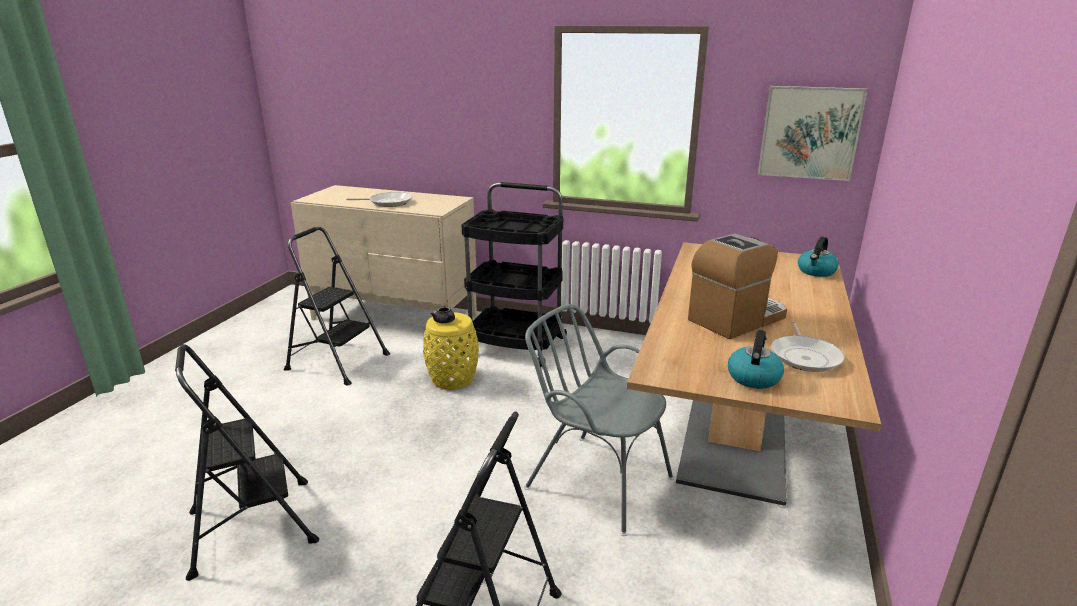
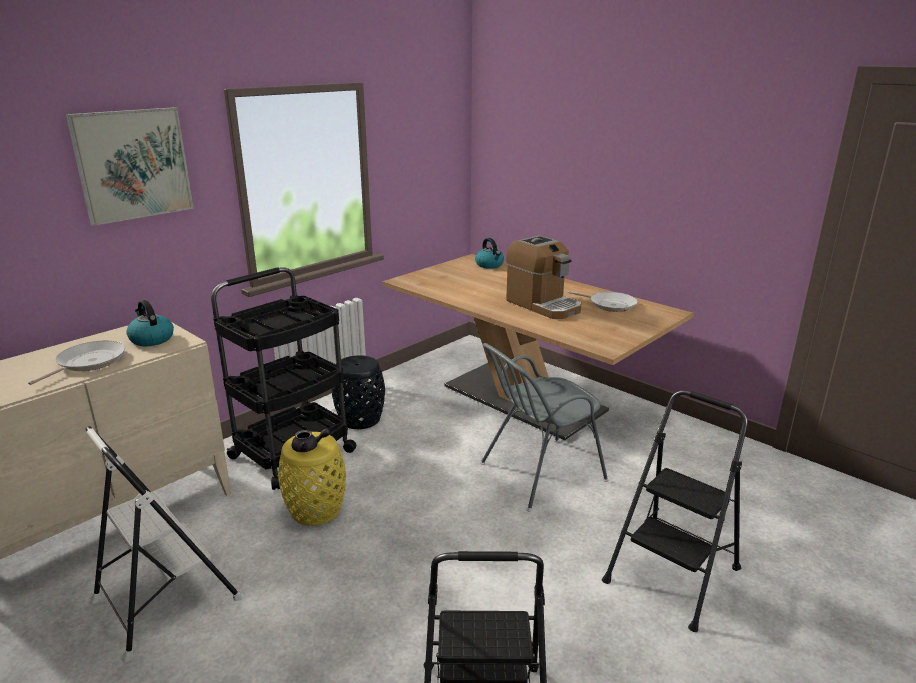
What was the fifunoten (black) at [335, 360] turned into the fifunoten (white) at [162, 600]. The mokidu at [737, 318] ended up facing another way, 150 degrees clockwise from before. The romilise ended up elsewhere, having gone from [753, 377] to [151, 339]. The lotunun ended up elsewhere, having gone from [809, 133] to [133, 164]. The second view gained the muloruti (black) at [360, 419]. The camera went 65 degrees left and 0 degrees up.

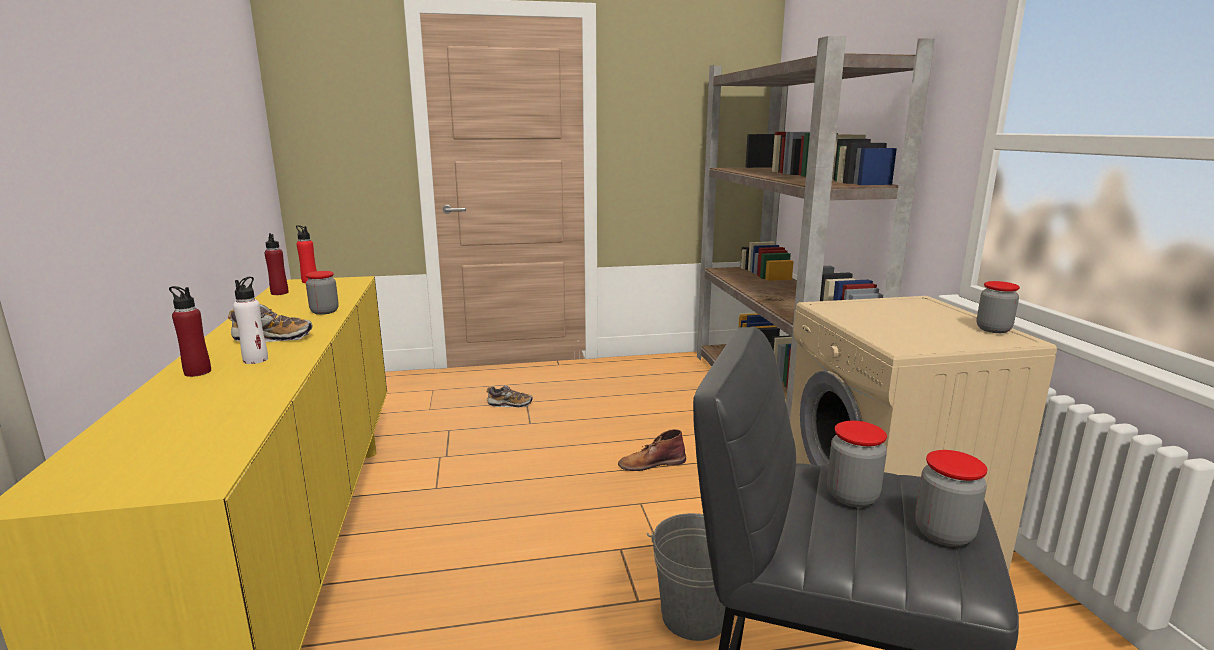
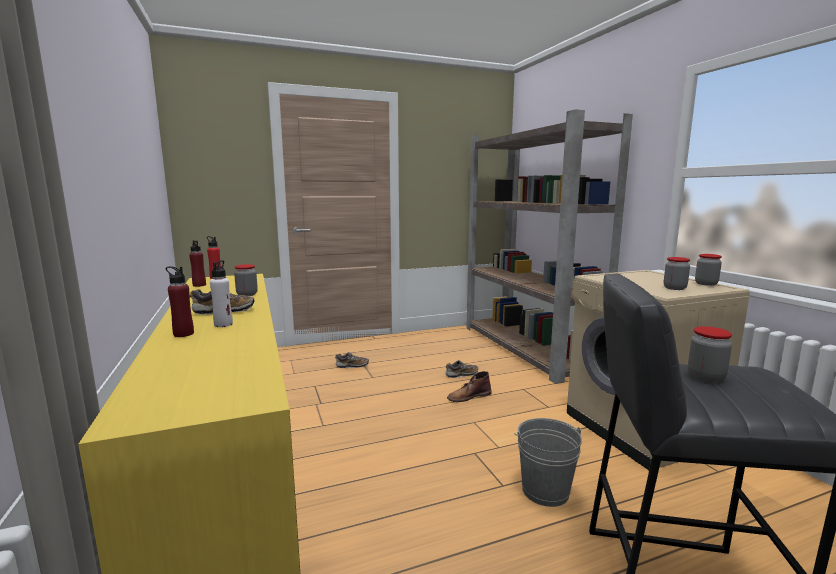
The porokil ended up elsewhere, having gone from [943, 533] to [674, 288]. The second view gained the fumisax at [461, 375]. The camera went 10 degrees left and 5 degrees down.

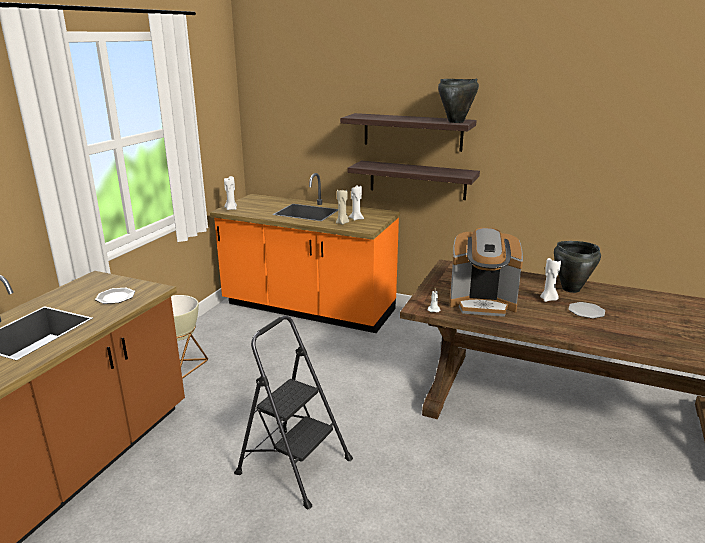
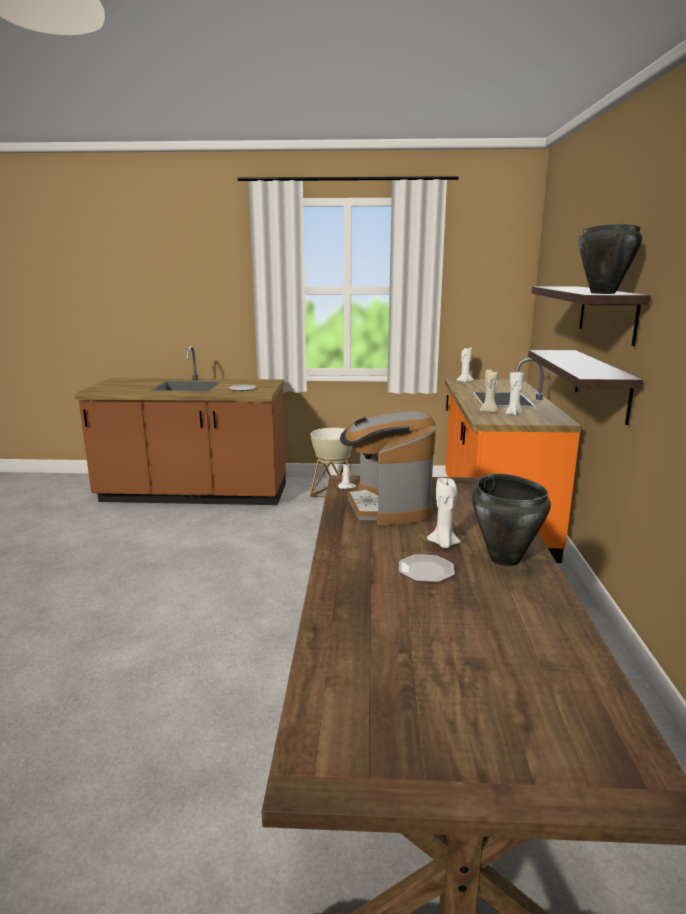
The second view lost the fifunoten (black) at [291, 464]. The camera went 70 degrees right and 5 degrees down.

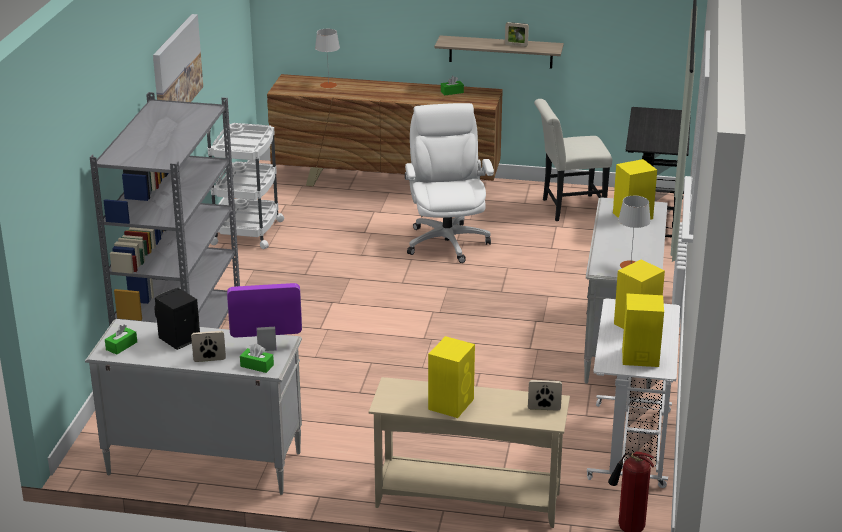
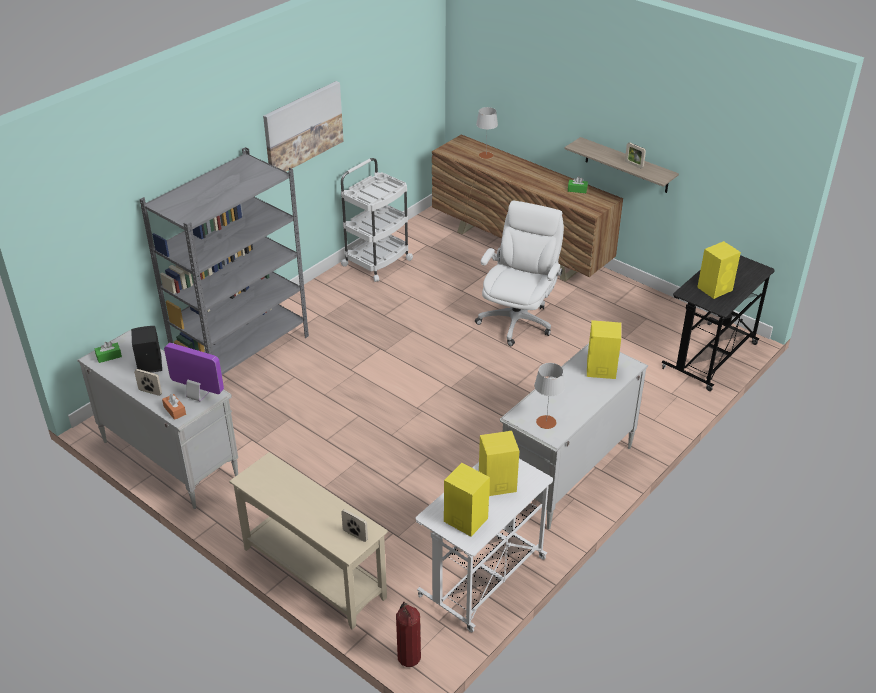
What was the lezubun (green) at [257, 366] turned into the lezubun (orange) at [174, 410]. The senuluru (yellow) ended up elsewhere, having gone from [451, 403] to [715, 288]. The second view lost the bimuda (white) at [568, 208]. The camera went 30 degrees right and 10 degrees up.

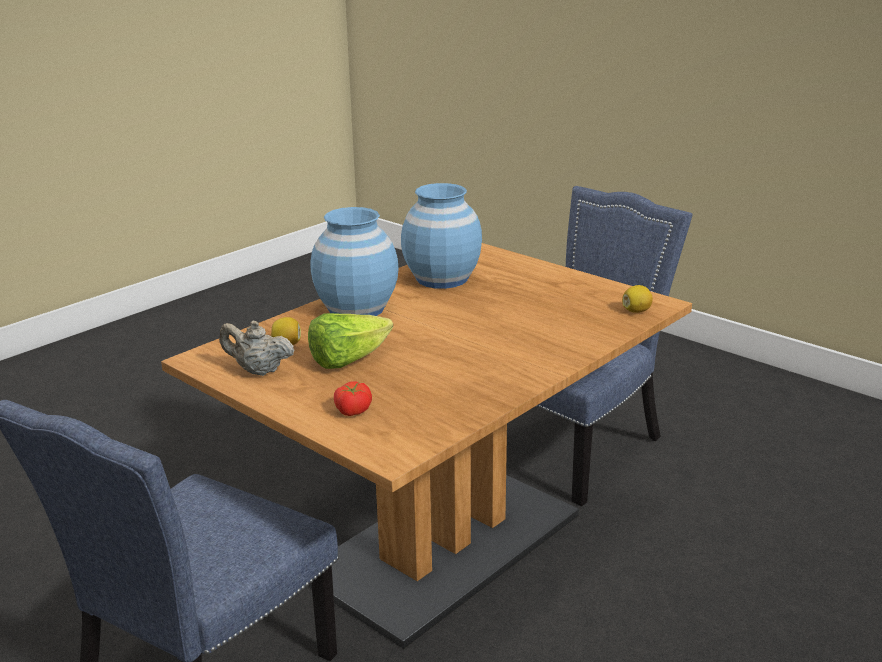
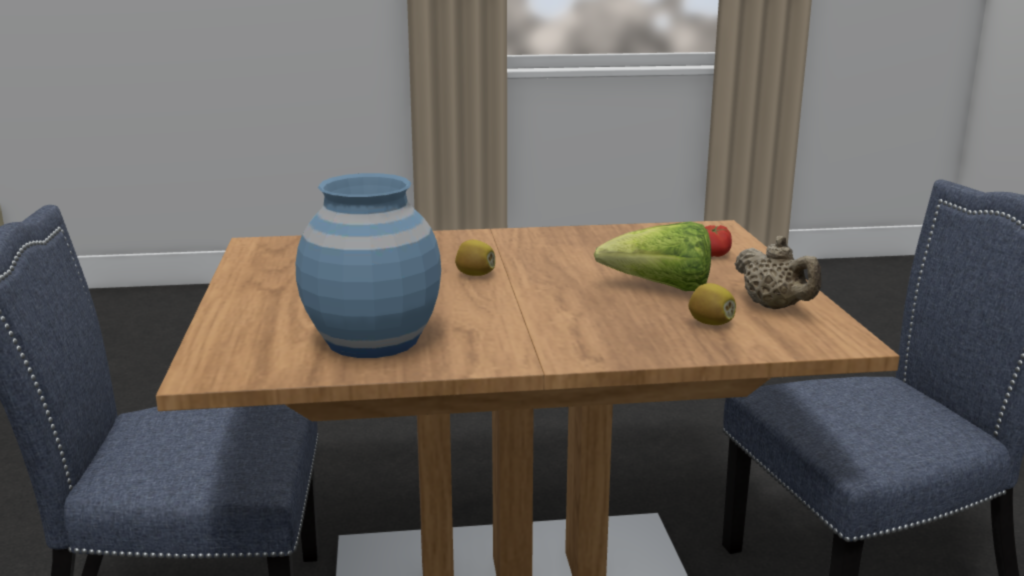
The second view lost the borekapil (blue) at [357, 309]. The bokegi ended up elsewhere, having gone from [636, 311] to [475, 275]. The camera went 140 degrees left and 5 degrees down.

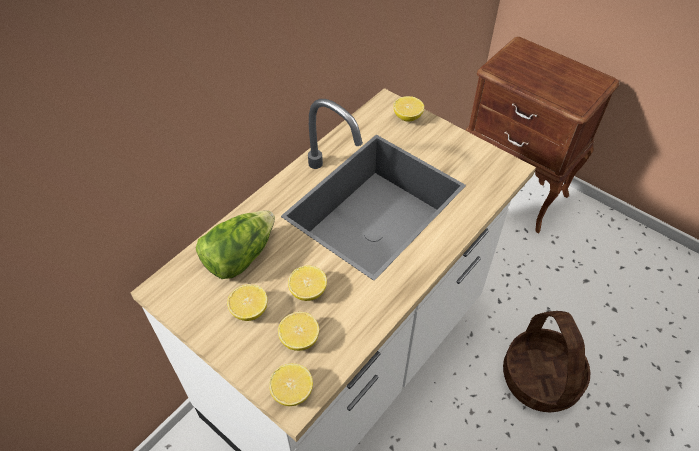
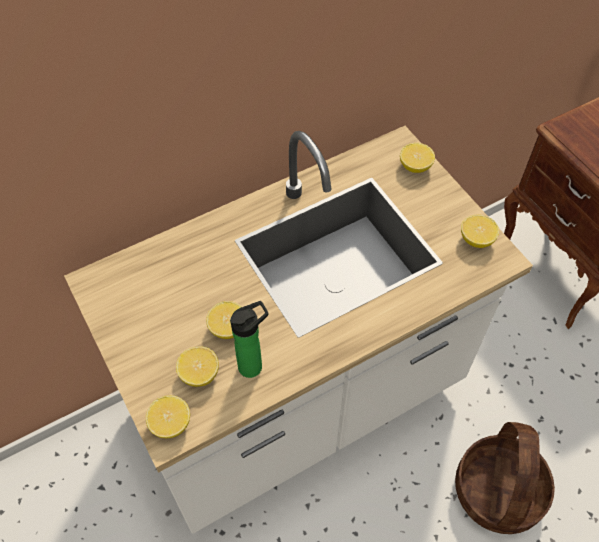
The second view lost the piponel at [239, 256]. The bokegi ended up elsewhere, having gone from [249, 310] to [476, 239]. The second view gained the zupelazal at [253, 365]. The camera went 20 degrees right and 5 degrees up.

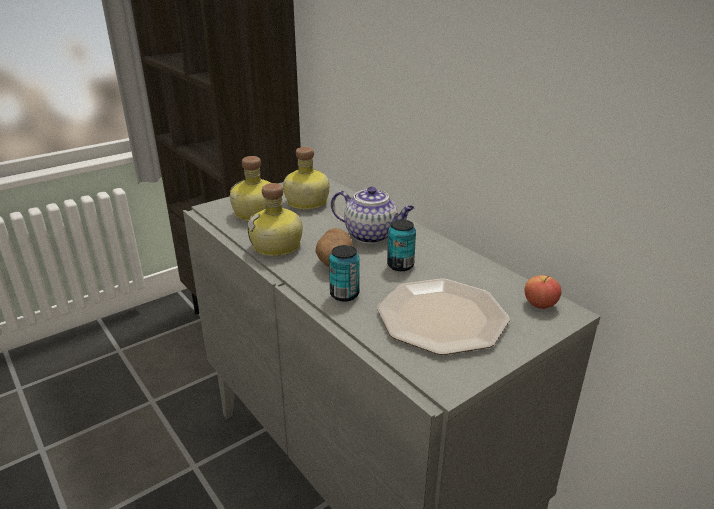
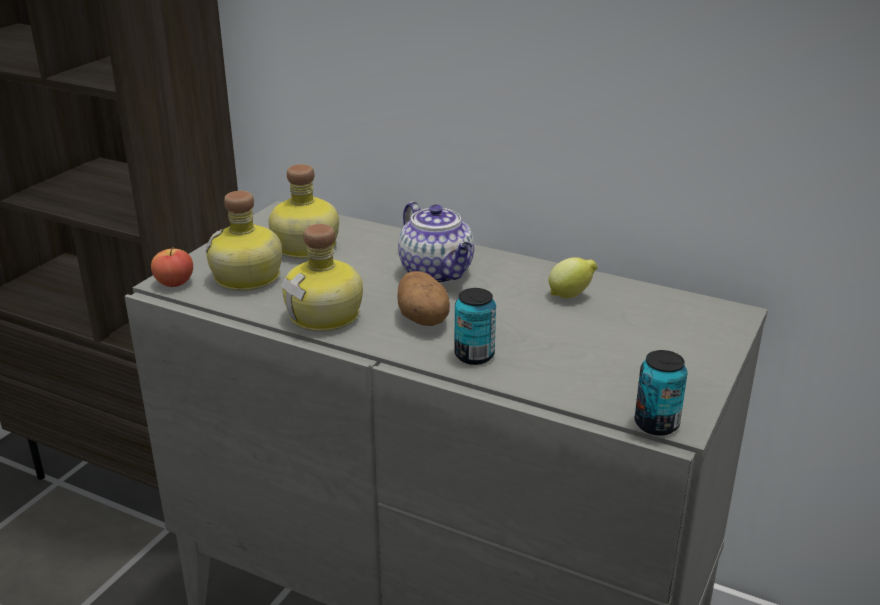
The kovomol at [372, 235] ended up facing another way, 60 degrees clockwise from before. The second view lost the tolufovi at [441, 318]. The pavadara ended up elsewhere, having gone from [400, 265] to [656, 424]. The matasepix ended up elsewhere, having gone from [540, 304] to [174, 283]. The second view gained the bokegi at [571, 296]. The camera went 25 degrees left and 0 degrees up.

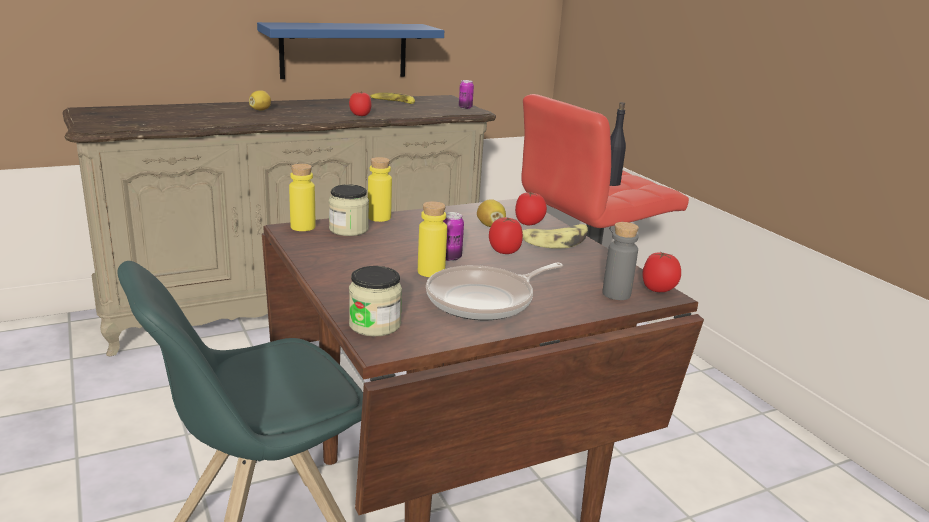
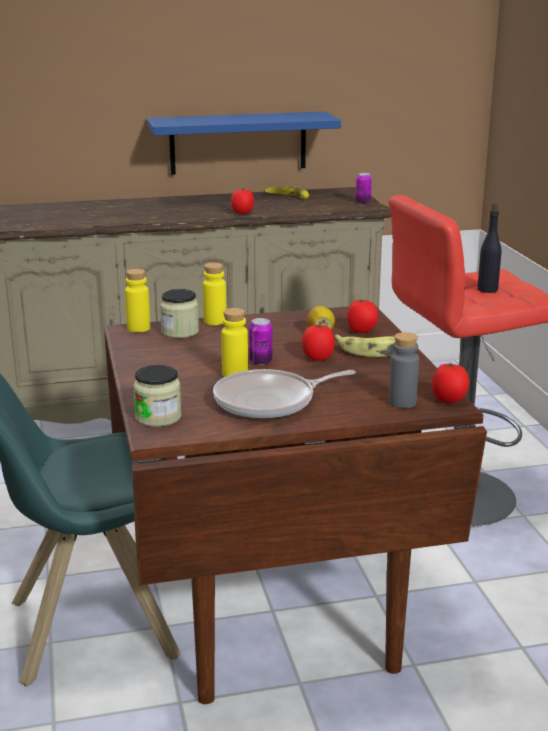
The second view lost the bokegi at [260, 110]. The camera went 15 degrees right and 0 degrees up.

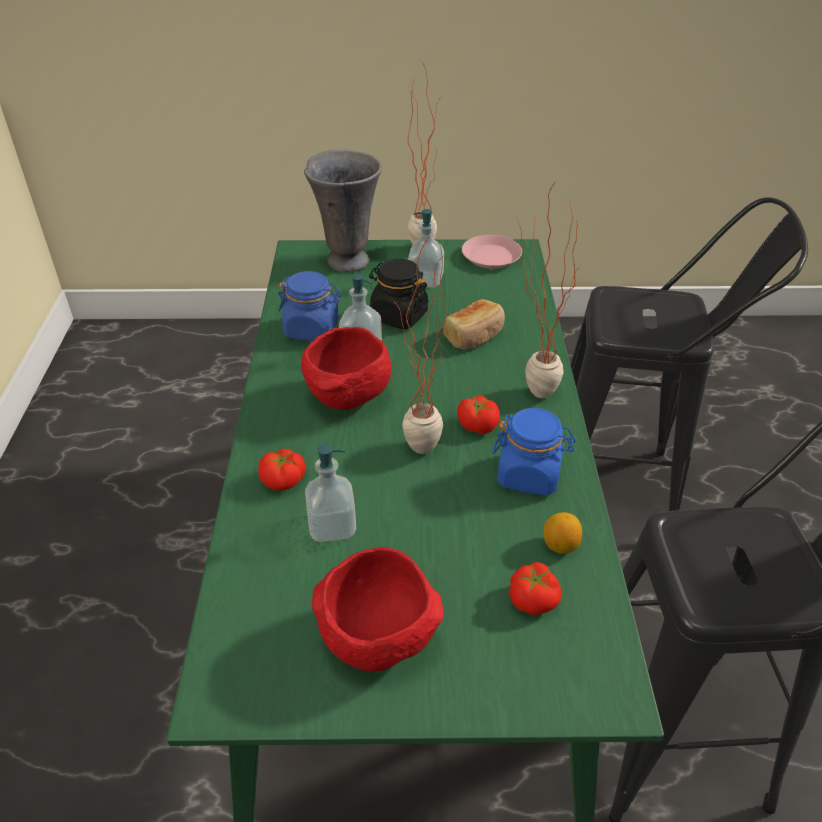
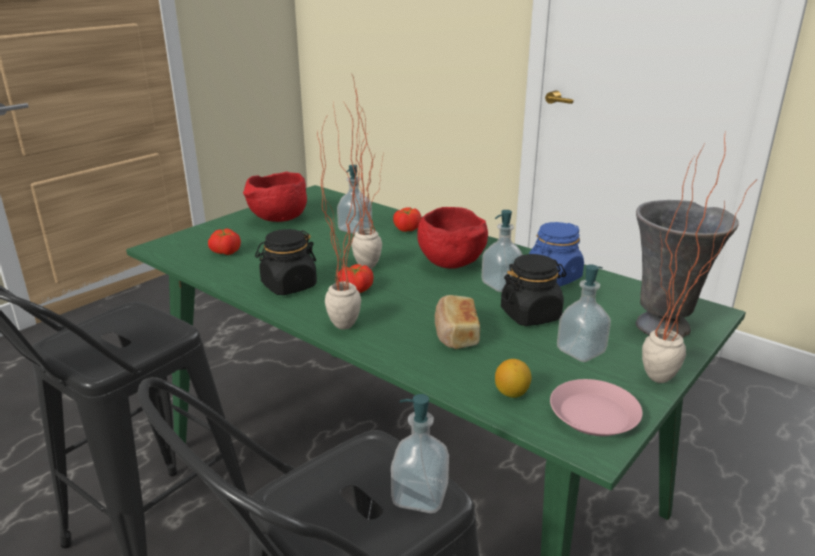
What was the porokil (blue) at [529, 475] turned into the porokil (black) at [288, 286]. The bokegi ended up elsewhere, having gone from [560, 545] to [512, 393]. The second view gained the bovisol at [419, 496]. The camera went 130 degrees right and 15 degrees down.

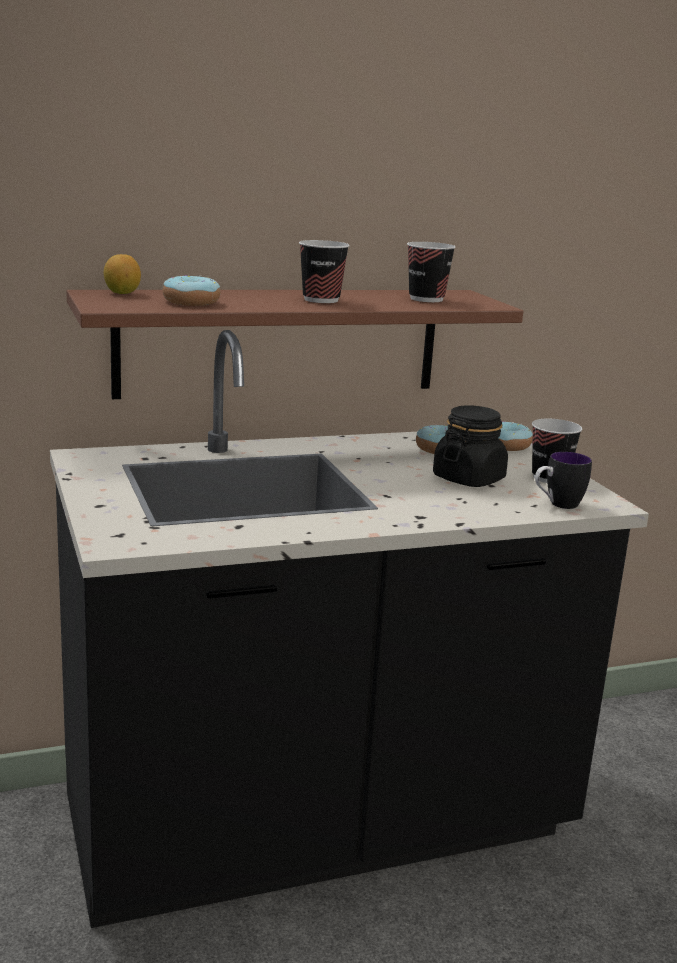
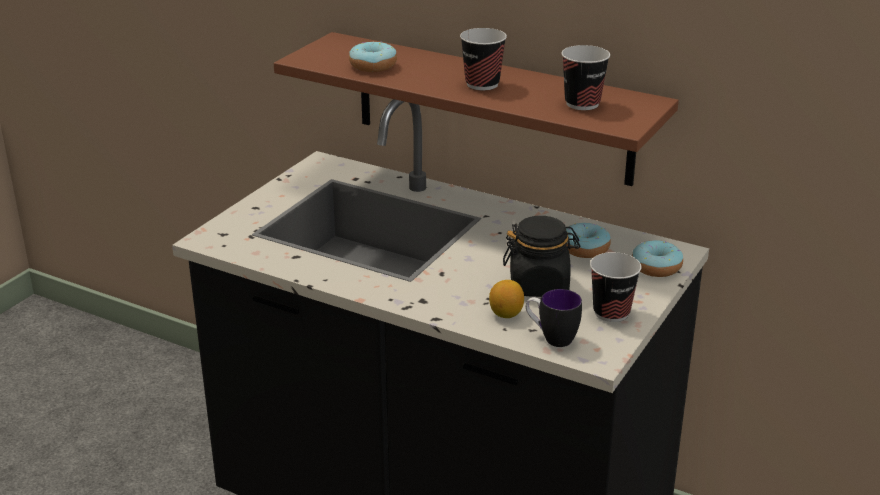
The bokegi ended up elsewhere, having gone from [122, 293] to [506, 314]. The camera went 50 degrees right and 10 degrees up.

